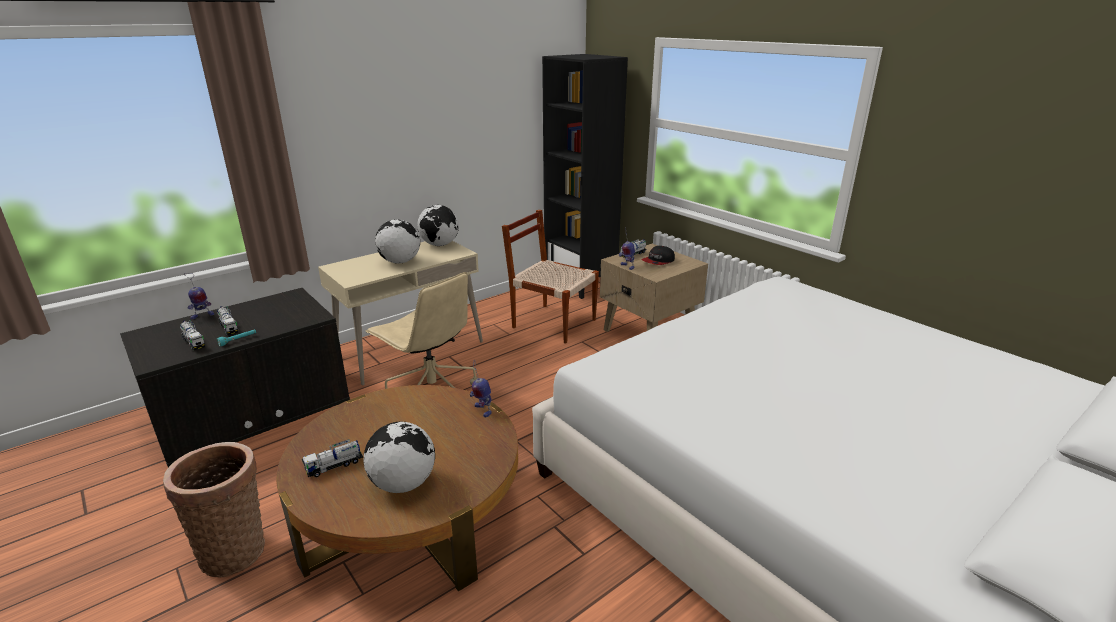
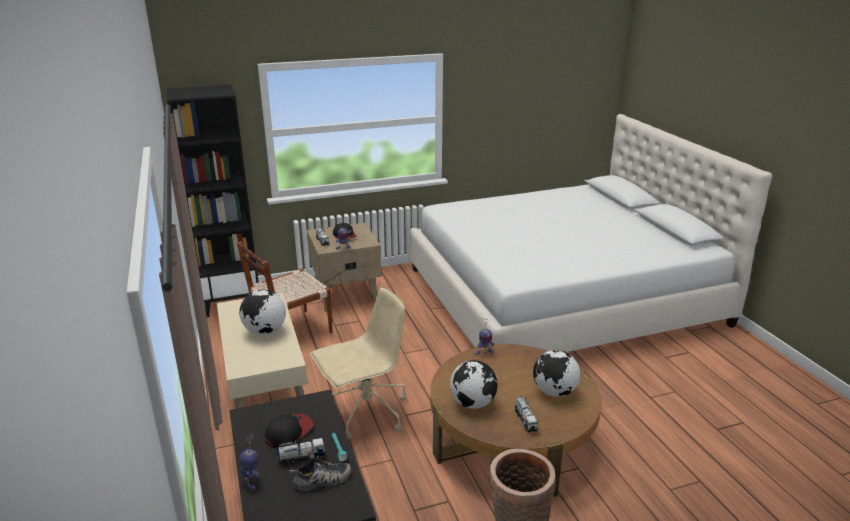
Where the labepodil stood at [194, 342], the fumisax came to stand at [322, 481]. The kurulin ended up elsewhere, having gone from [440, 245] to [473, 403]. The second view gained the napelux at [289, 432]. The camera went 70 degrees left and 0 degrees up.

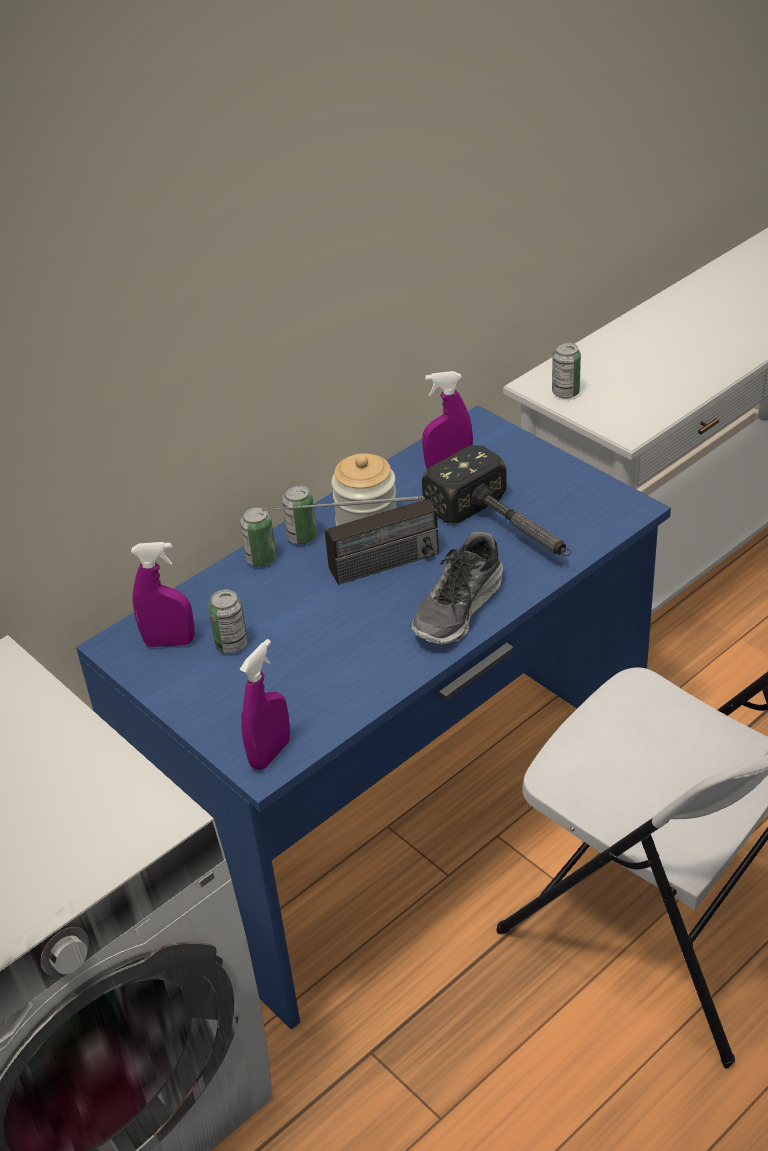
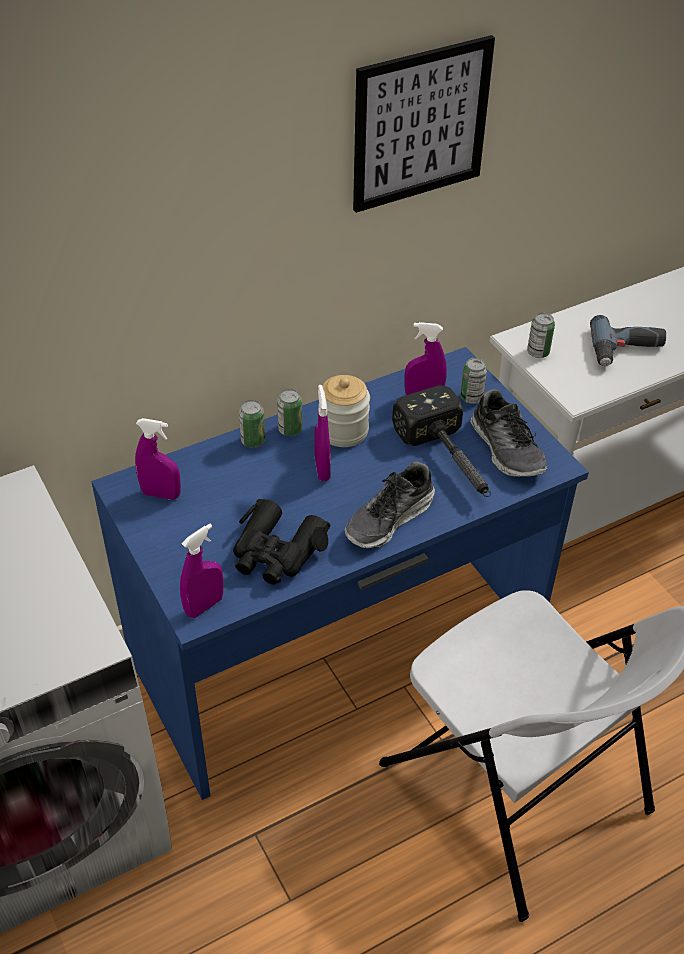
The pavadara ended up elsewhere, having gone from [231, 644] to [471, 397]. Where the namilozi stood at [357, 572], the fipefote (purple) came to stand at [322, 469]. The second view gained the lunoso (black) at [276, 552]. The second view gained the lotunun at [420, 124]. The second view gained the fumisax at [506, 449]. The second view gained the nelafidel at [627, 351]. The camera went 10 degrees right and 5 degrees up.

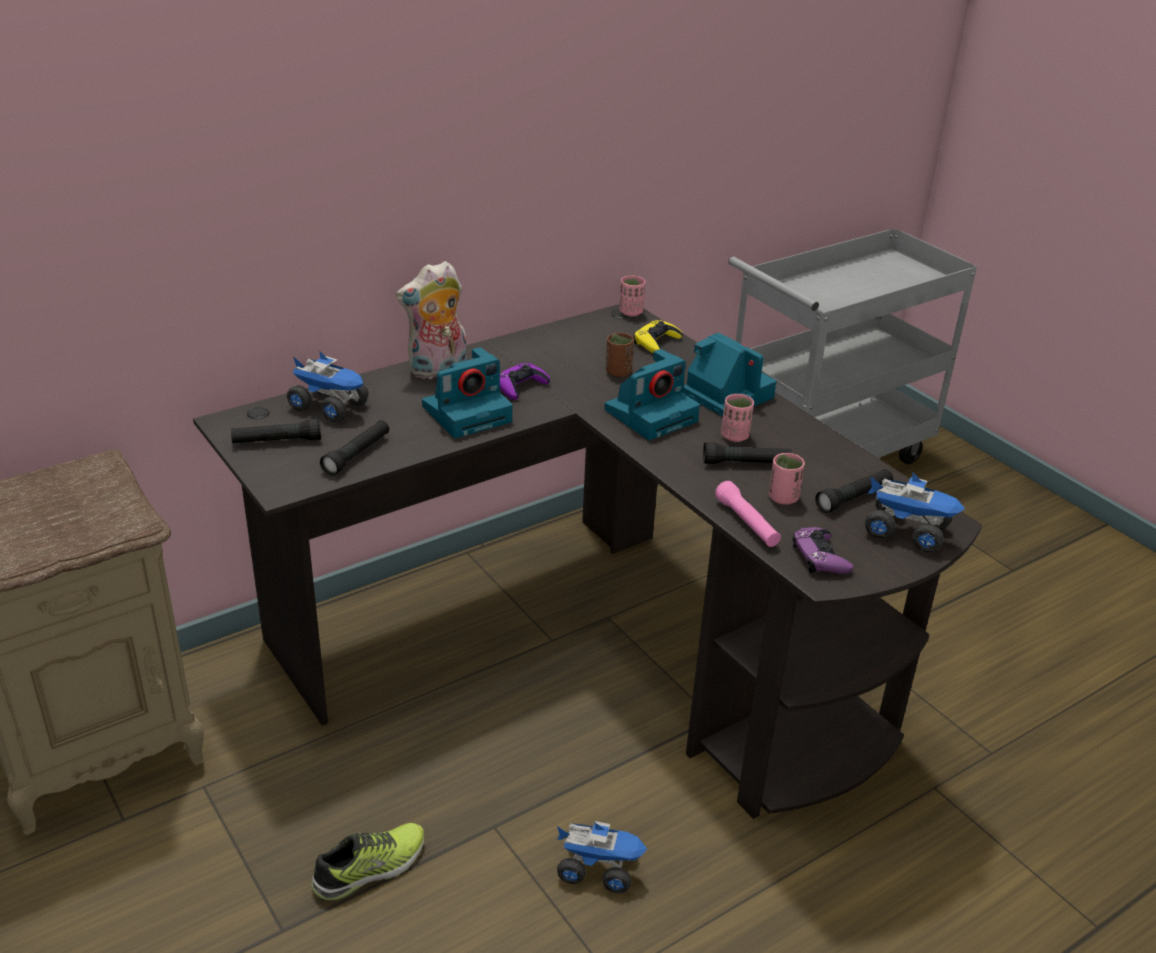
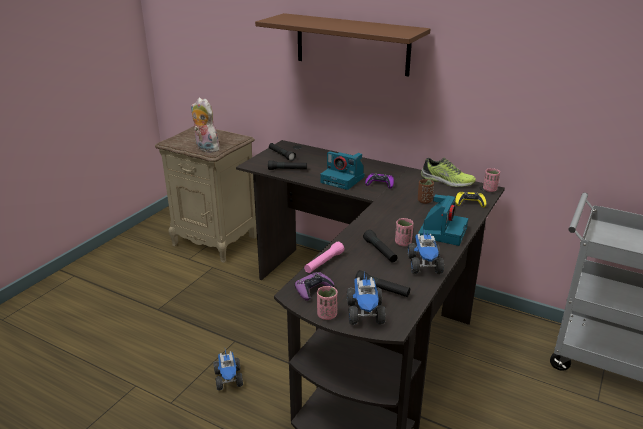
The labepodil ended up elsewhere, having gone from [330, 406] to [425, 265]. The fumisax ended up elsewhere, having gone from [371, 869] to [446, 181]. The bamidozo ended up elsewhere, having gone from [437, 372] to [205, 149]. The second view lost the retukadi at [652, 414]. The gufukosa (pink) ended up elsewhere, having gone from [783, 498] to [327, 315]. The second view gained the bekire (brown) at [352, 44]. The camera went 65 degrees right and 5 degrees down.

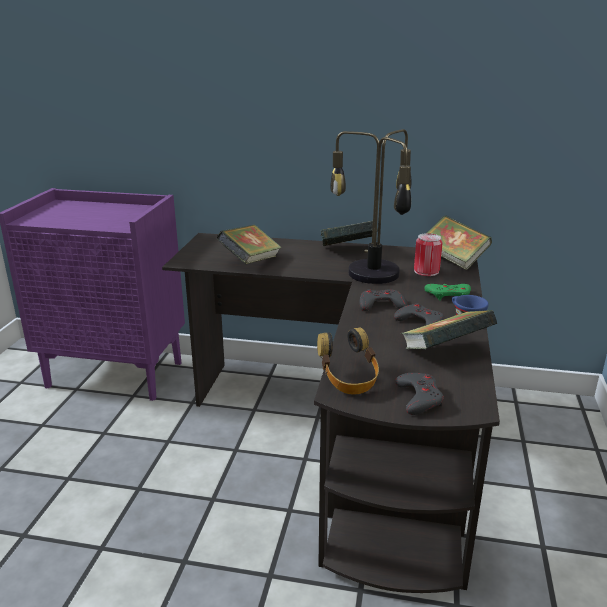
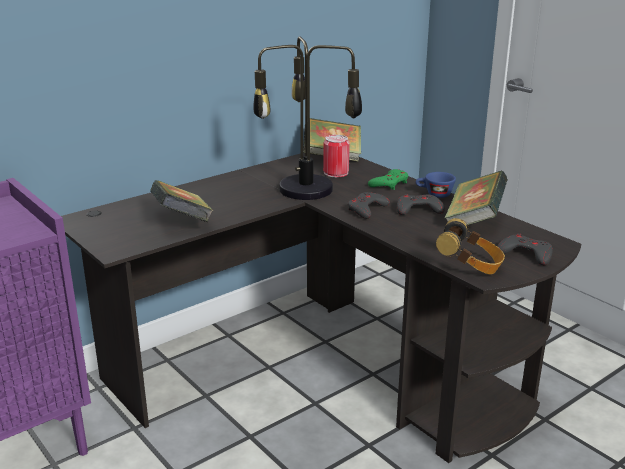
The second view lost the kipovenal at [347, 250]. The camera went 50 degrees left and 0 degrees up.

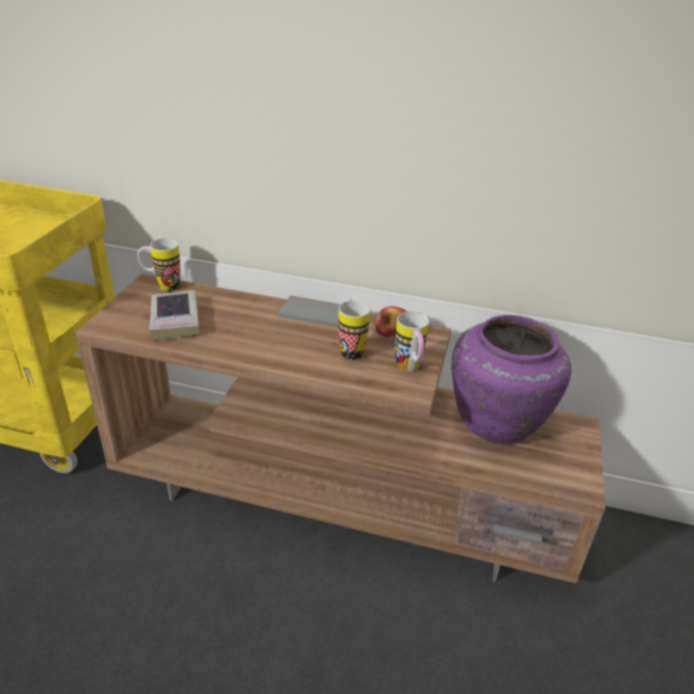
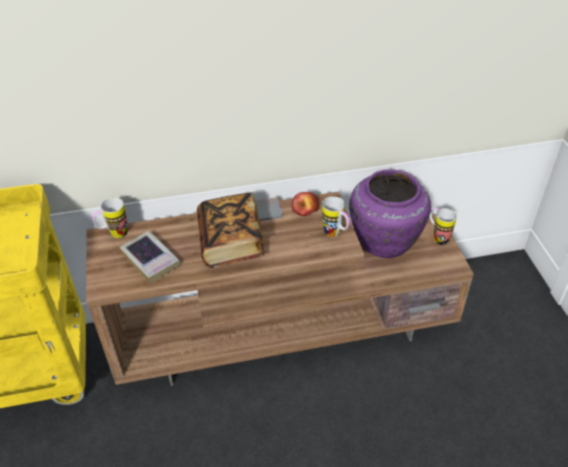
The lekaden ended up elsewhere, having gone from [350, 349] to [437, 237]. The second view gained the kipovenal at [231, 242]. The camera went 25 degrees left and 10 degrees up.

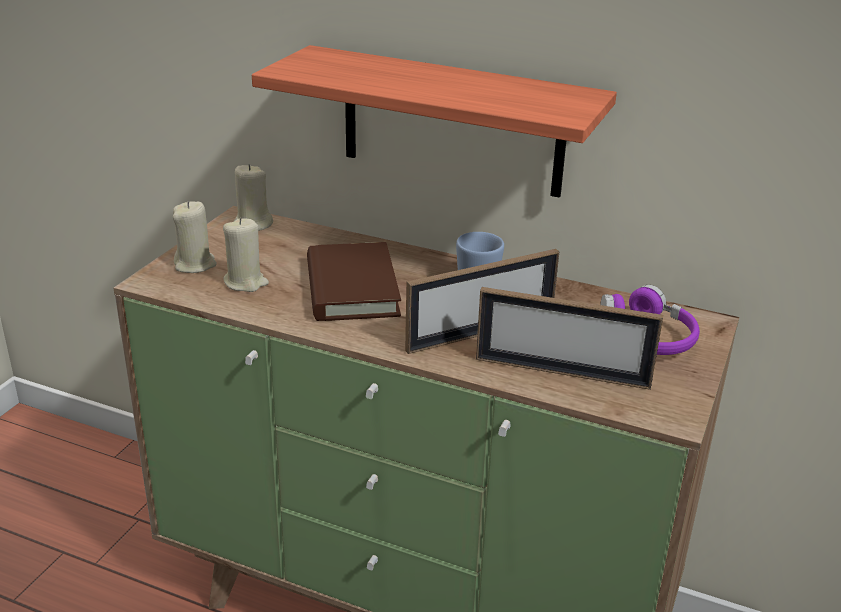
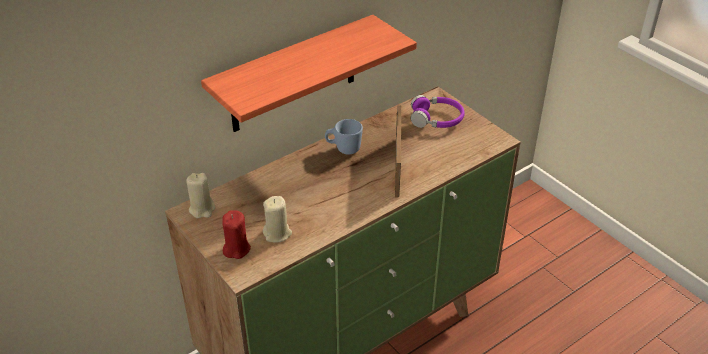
What was the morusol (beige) at [195, 264] turned into the morusol (red) at [236, 249]. The second view lost the kipovenal (brown) at [351, 288]. The second view lost the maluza at [562, 372]. The camera went 60 degrees left and 10 degrees up.

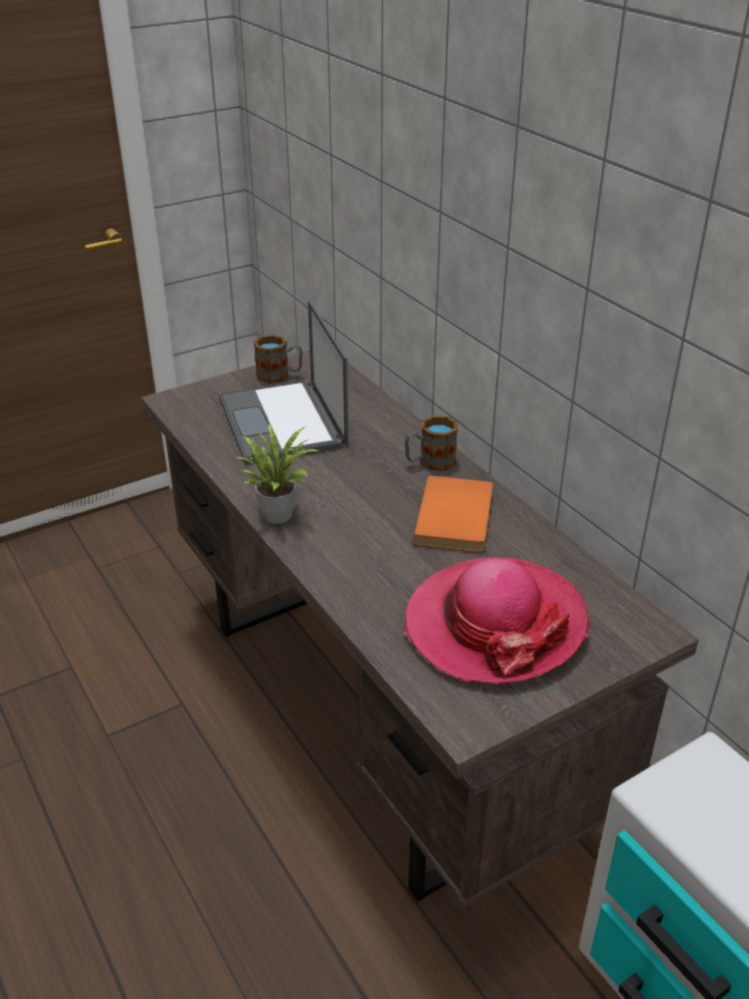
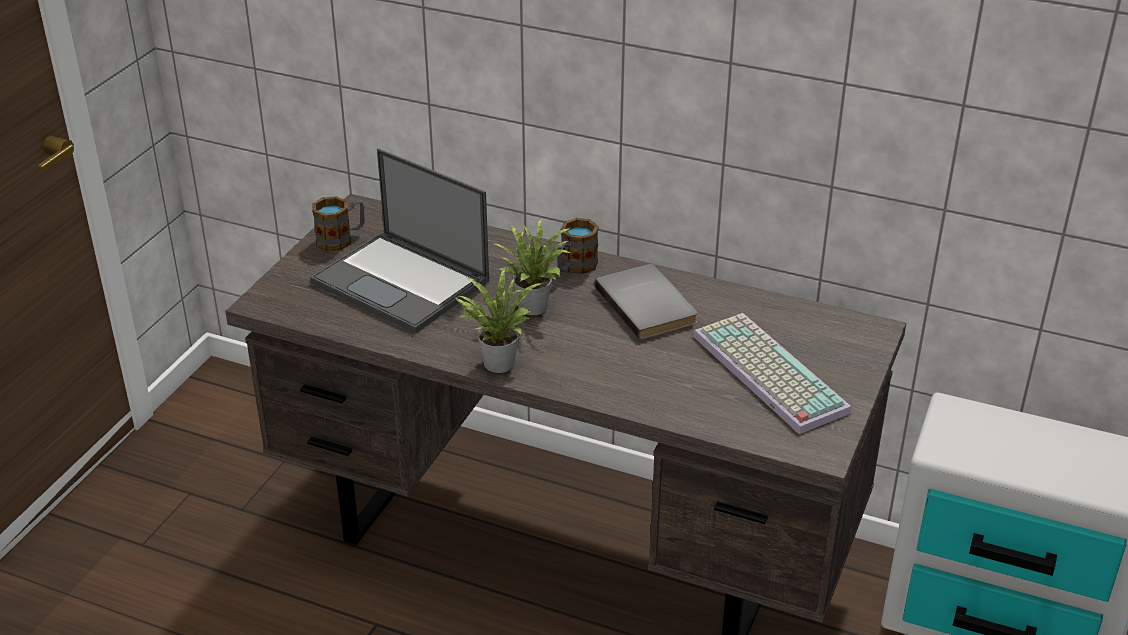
Where the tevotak stood at [494, 624], the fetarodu came to stand at [765, 373]. What was the kipovenal (orange) at [458, 517] turned into the kipovenal (grey) at [649, 304]. The second view gained the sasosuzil at [534, 304]. The camera went 35 degrees left and 0 degrees up.

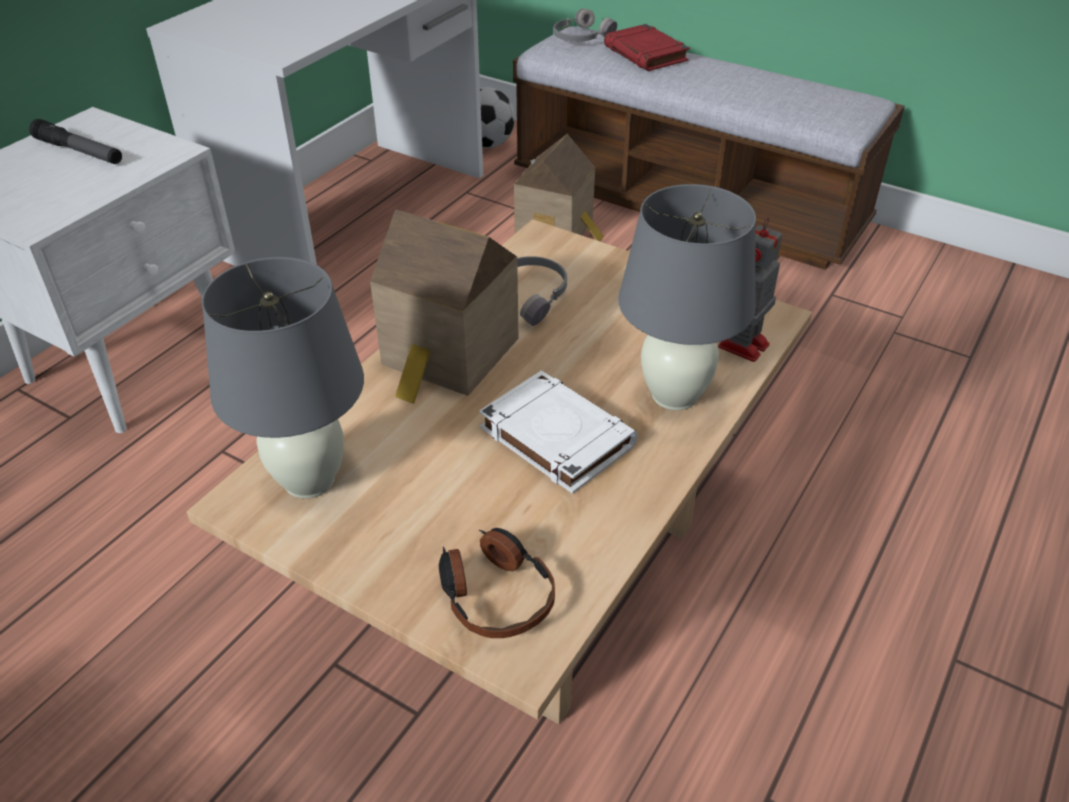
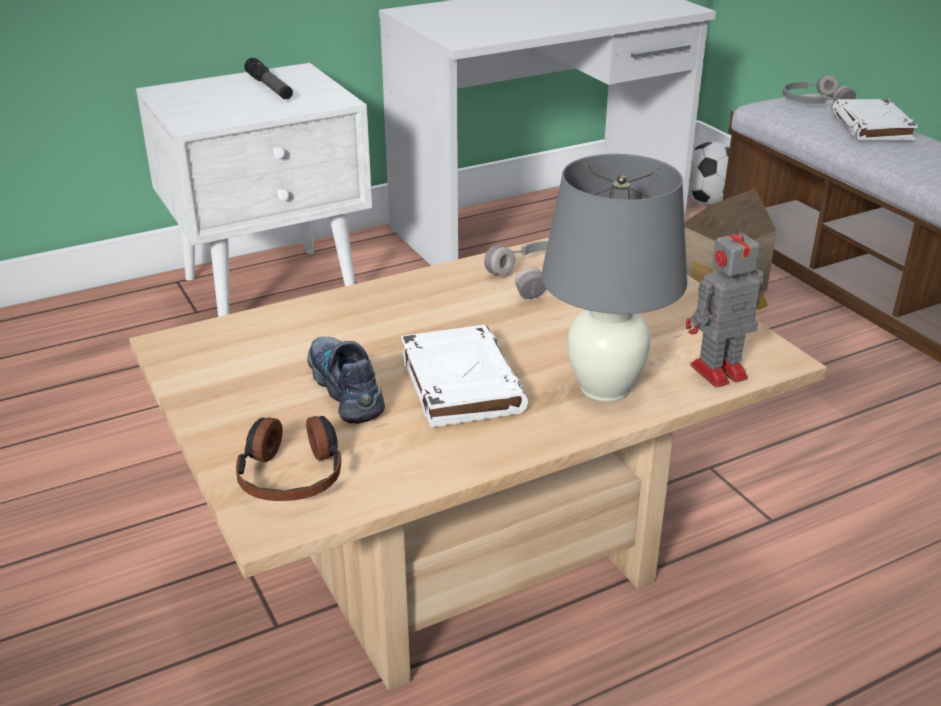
The second view lost the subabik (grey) at [310, 480]. The second view lost the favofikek at [448, 356]. What was the kipovenal (red) at [646, 54] turned into the kipovenal (white) at [872, 127]. The second view gained the fumisax at [347, 388]. The camera went 30 degrees right and 10 degrees down.

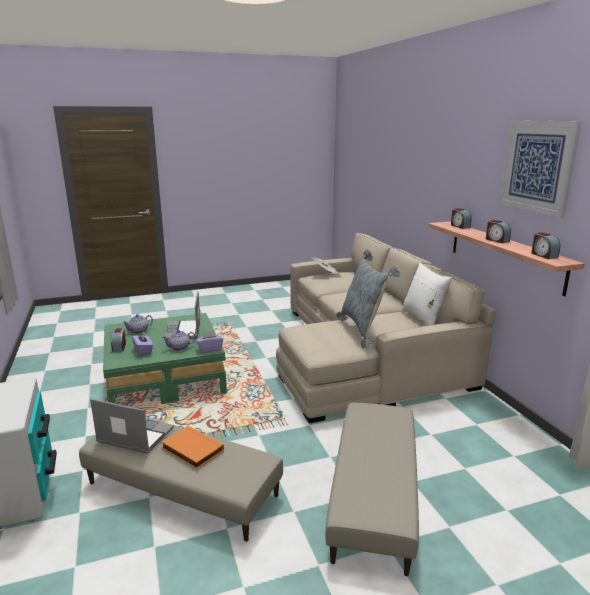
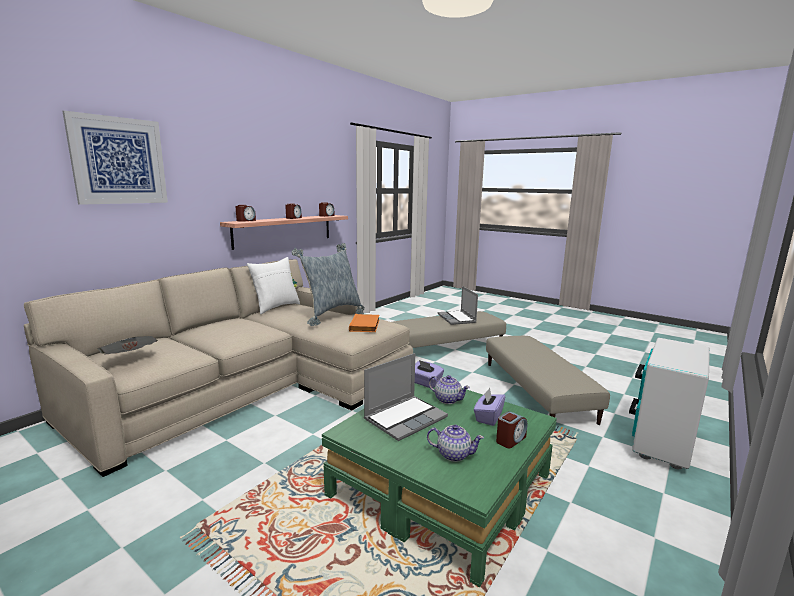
The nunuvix ended up elsewhere, having gone from [134, 436] to [457, 318]. The kipovenal (orange) ended up elsewhere, having gone from [191, 450] to [365, 326]. The lotunun ended up elsewhere, having gone from [537, 166] to [119, 161]. The camera went 125 degrees left and 5 degrees down.

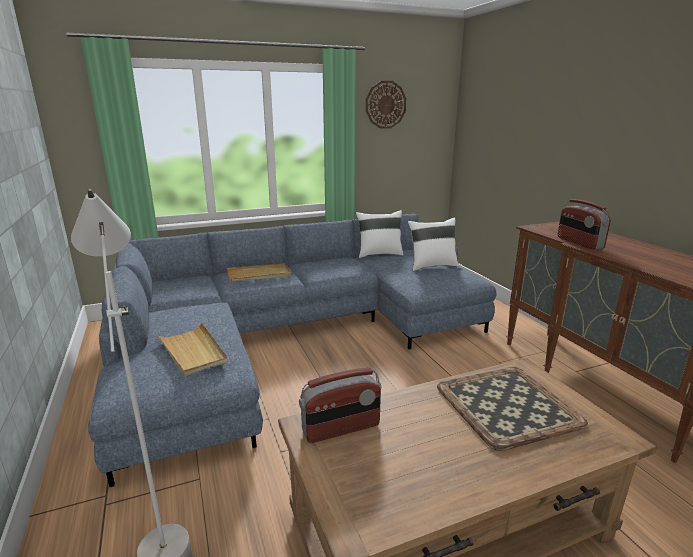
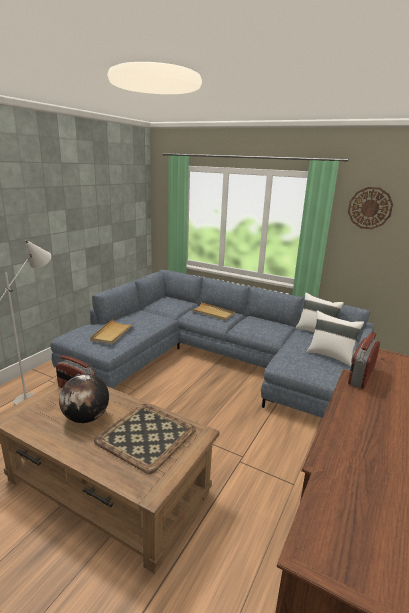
The second view gained the kurulin at [86, 418]. The camera went 50 degrees right and 0 degrees up.

